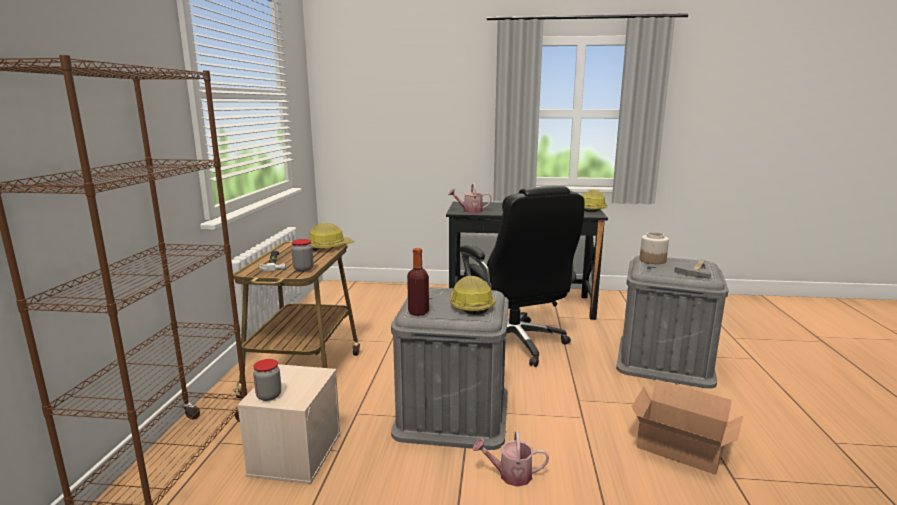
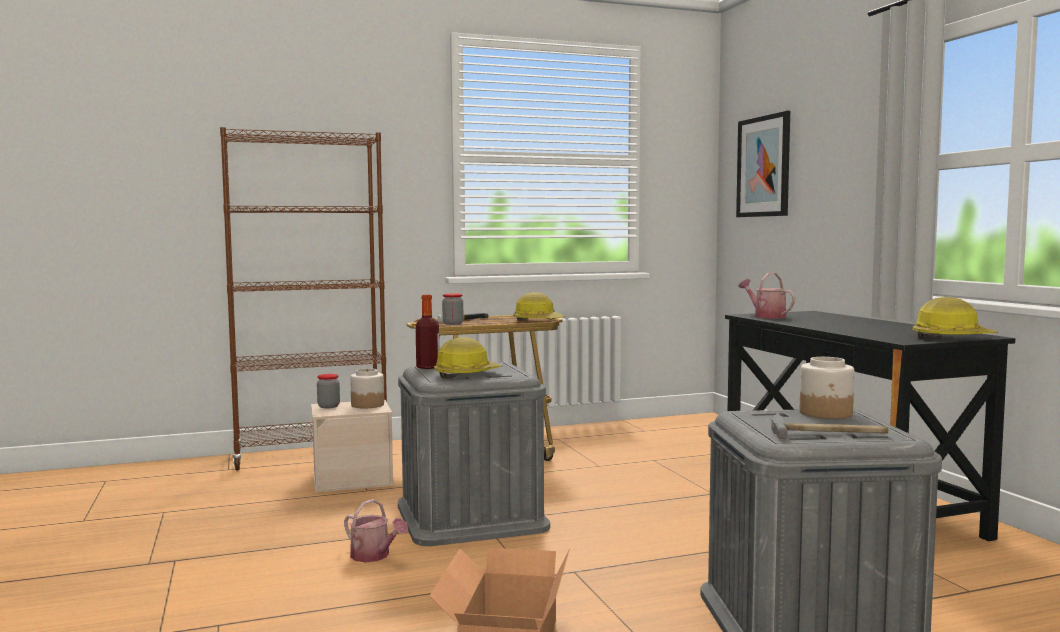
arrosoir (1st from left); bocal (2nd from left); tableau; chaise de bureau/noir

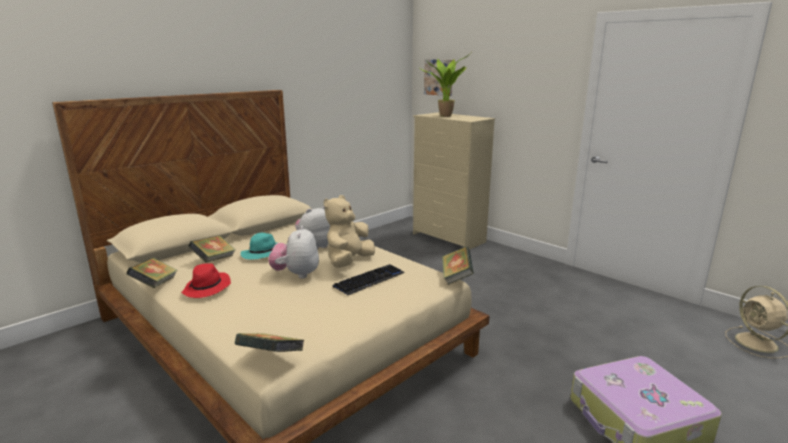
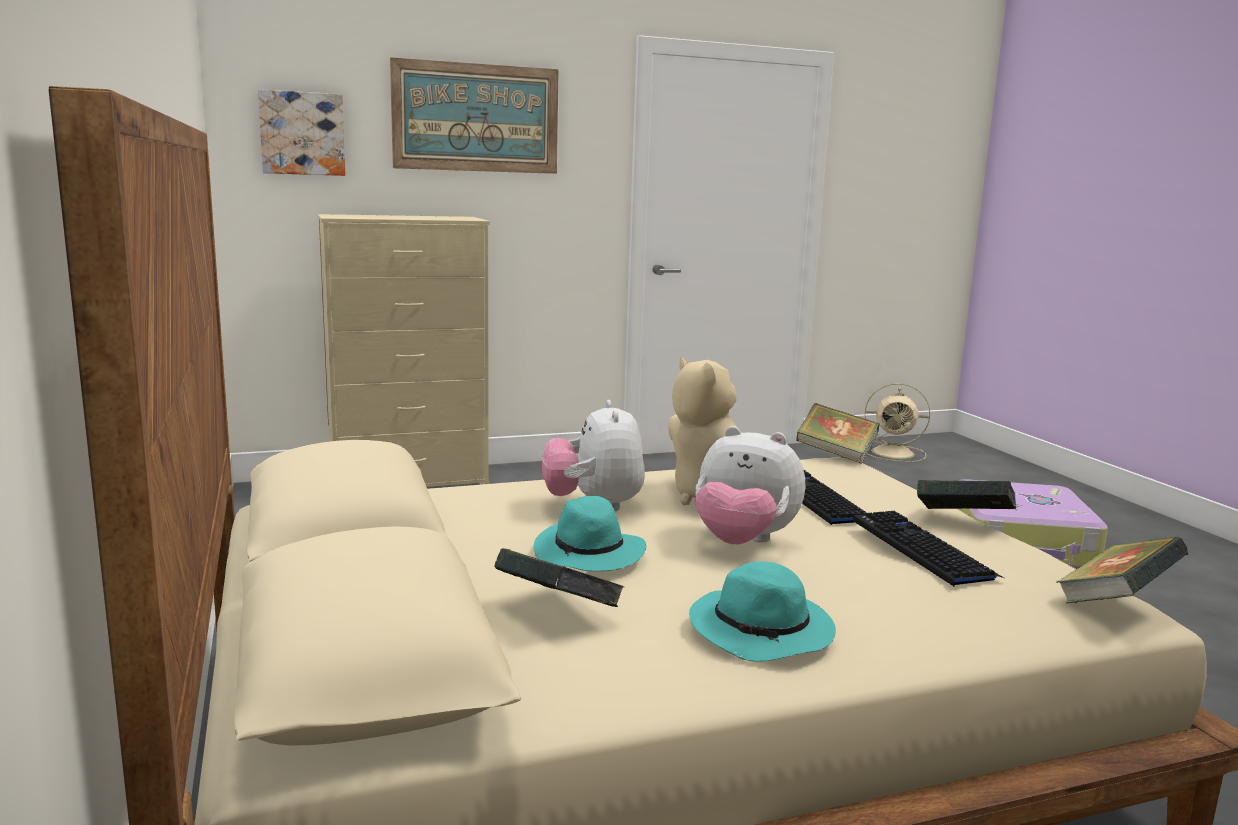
tableau (2nd from left); chapeau/turquoise (2nd from left); clavier (2nd from left); livre (3rd from left); plante en pot

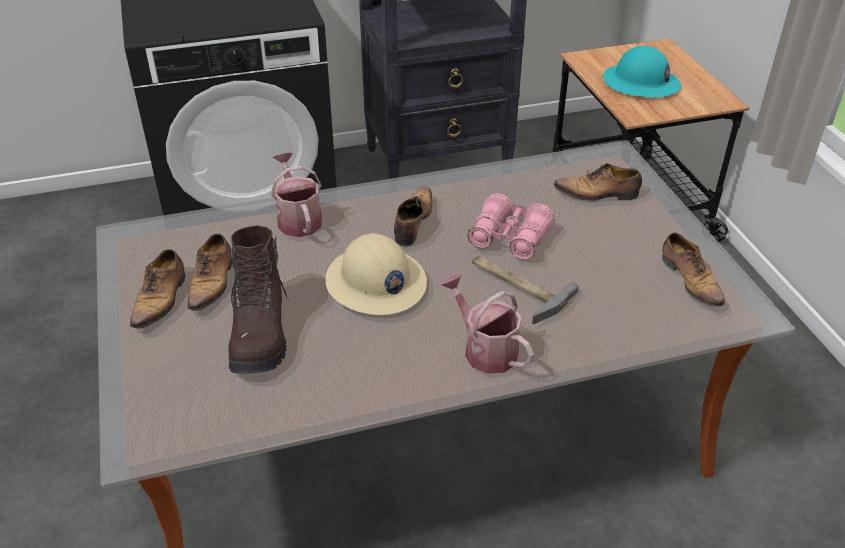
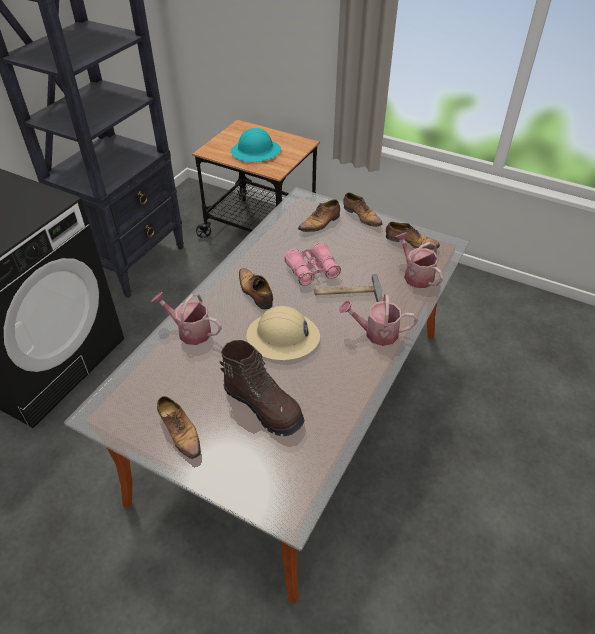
chaussure (4th from left); arrosoir (3rd from left)

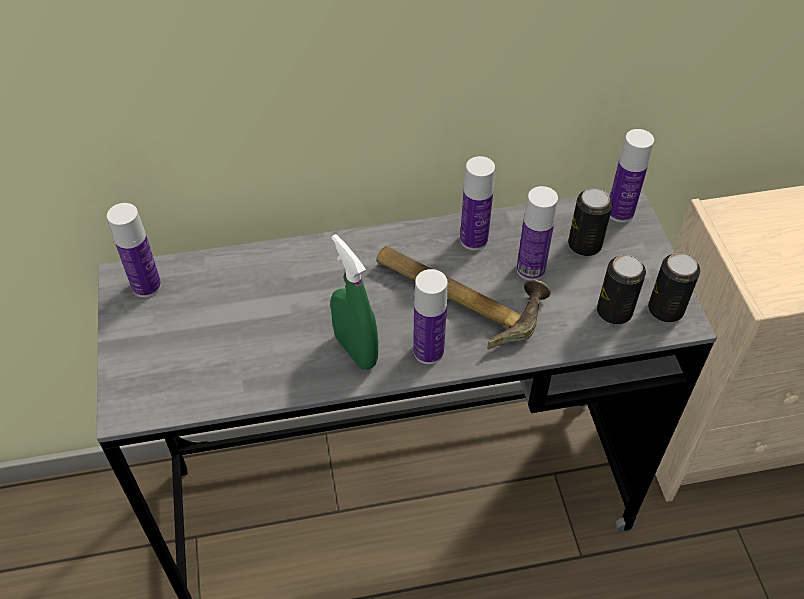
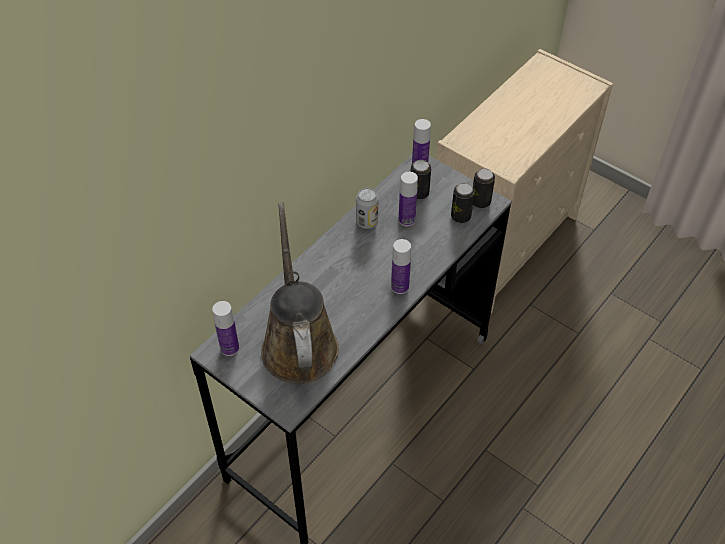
arrosoir/marron; boîte métallique (1st from left); vaporisateur/vert; marteau

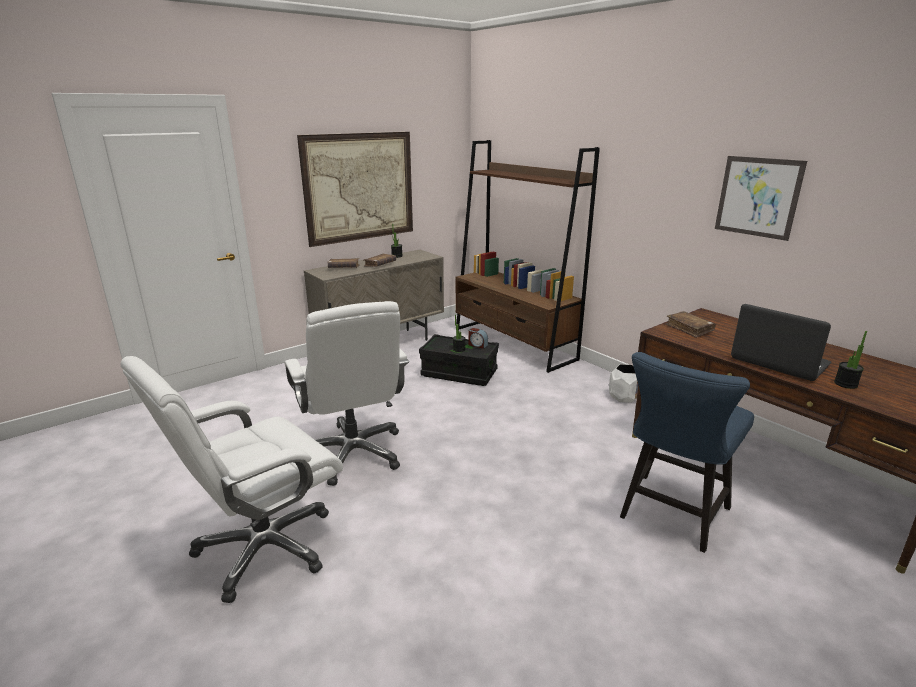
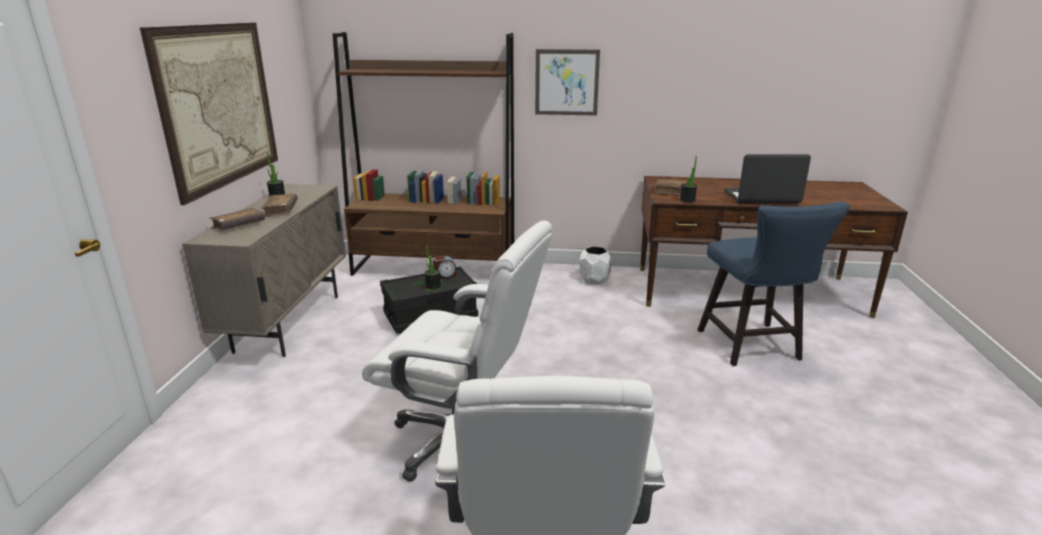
tableau (2nd from left); plante en pot (3rd from left)

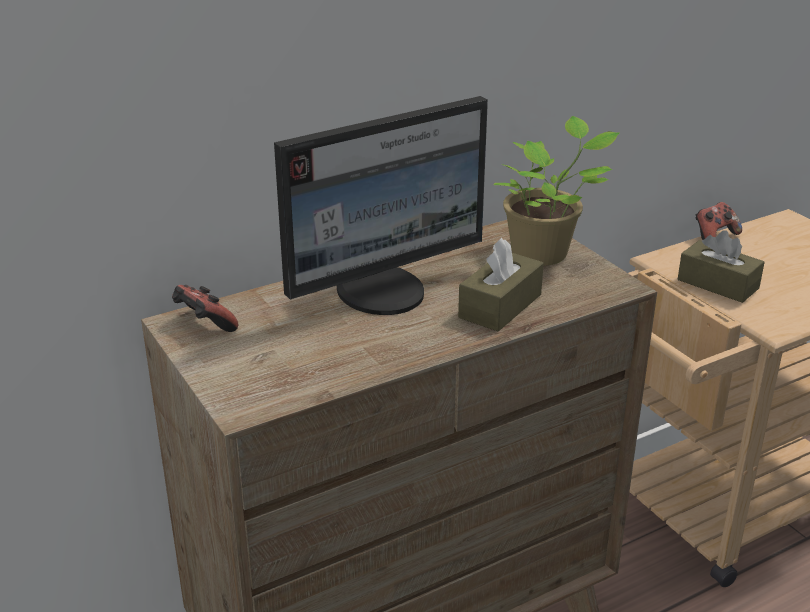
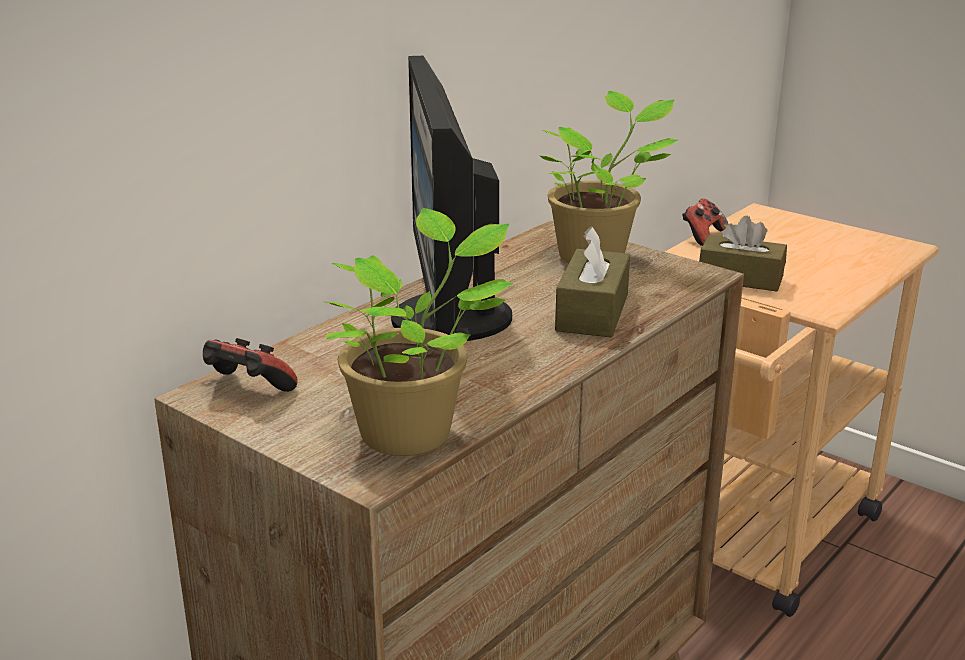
plante en pot (1st from left); écran d'ordinateur

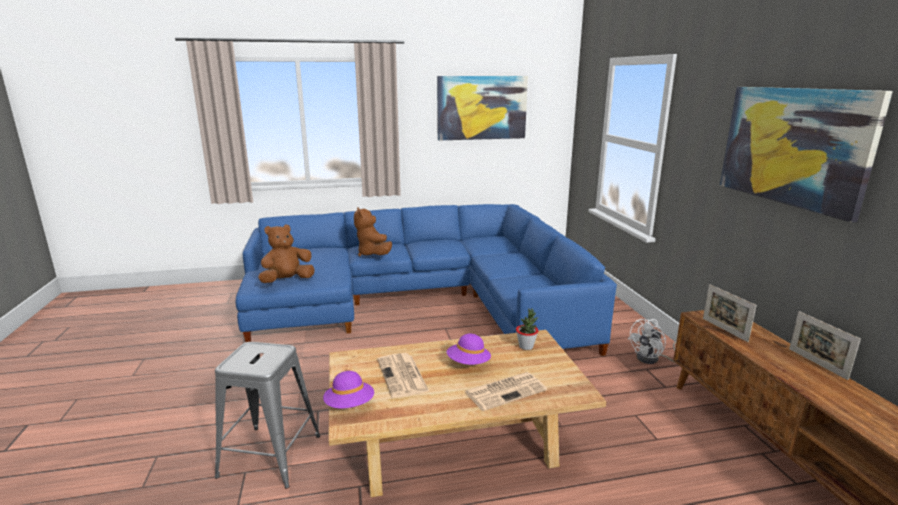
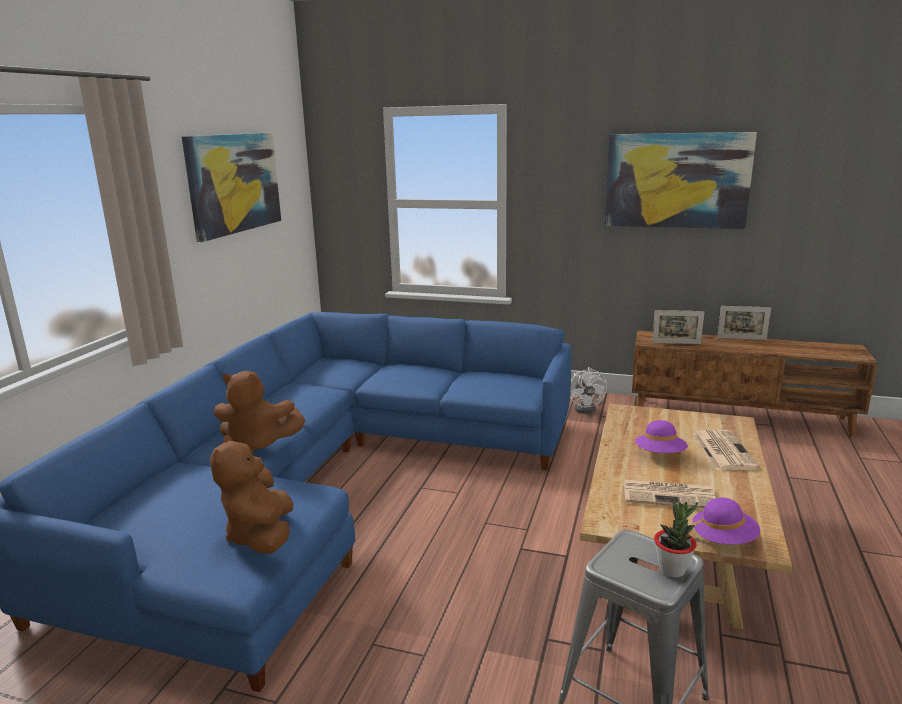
plante en pot

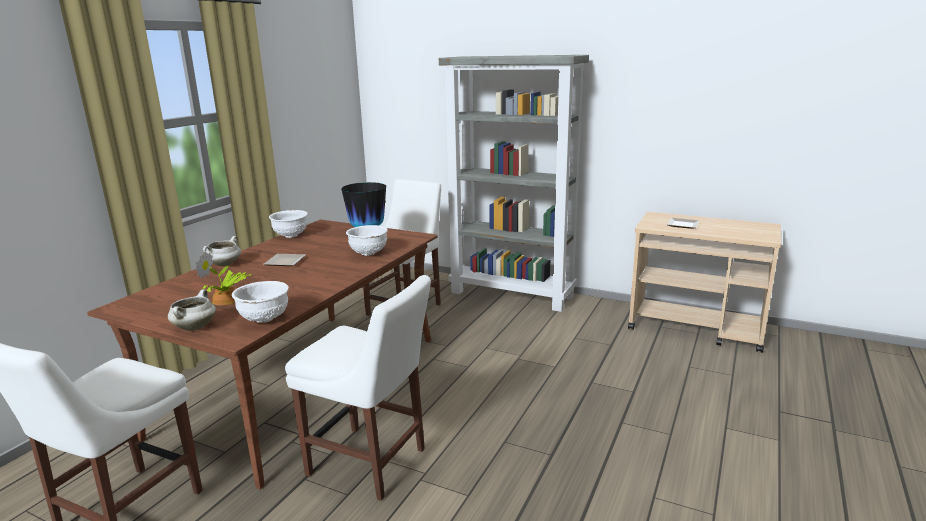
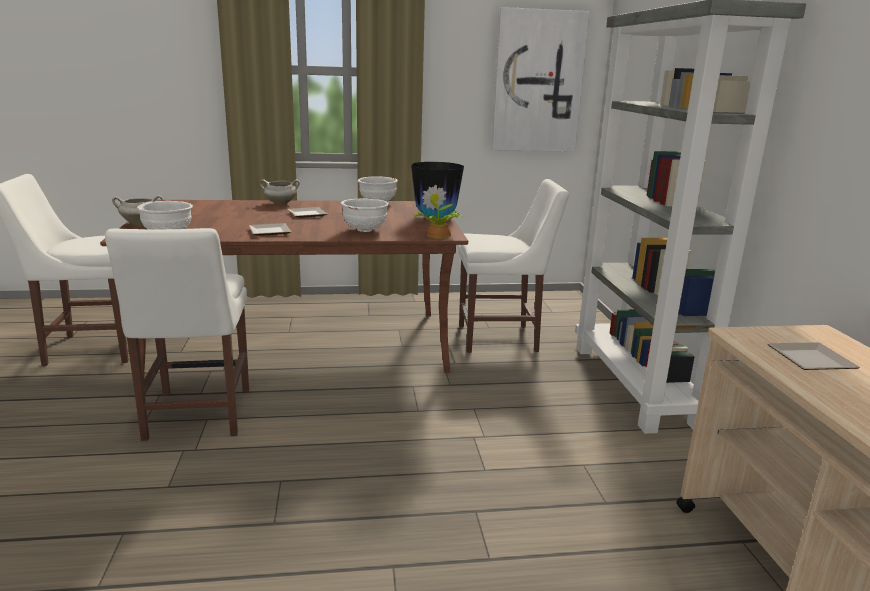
assiette (1st from left); plante en pot; tableau

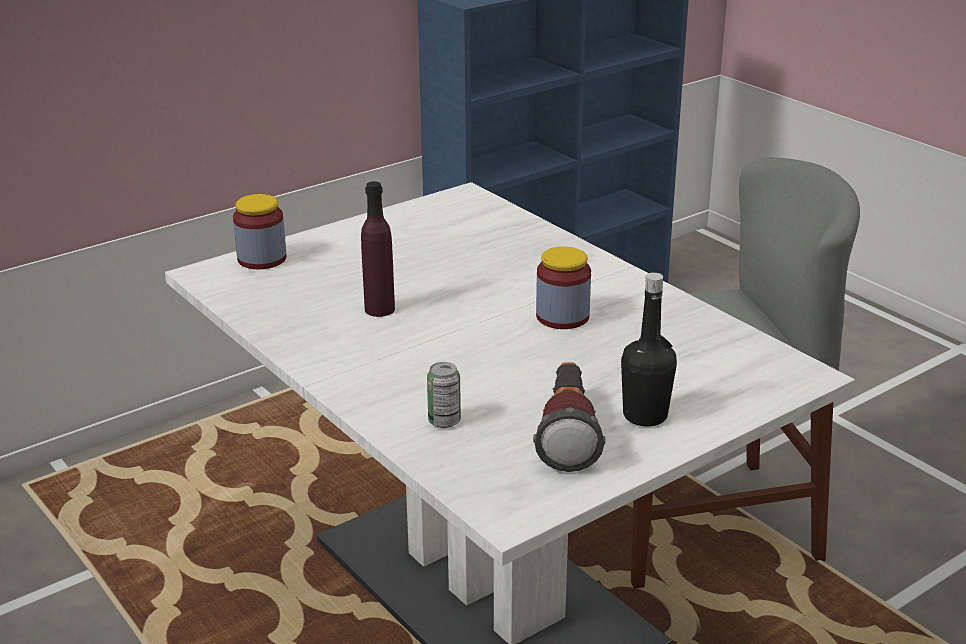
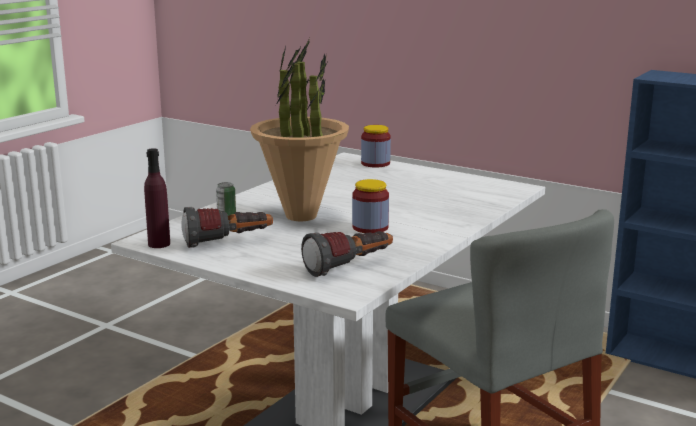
bouteille/violet; plante en pot; lampe de poche (2nd from left); bouteille/noir

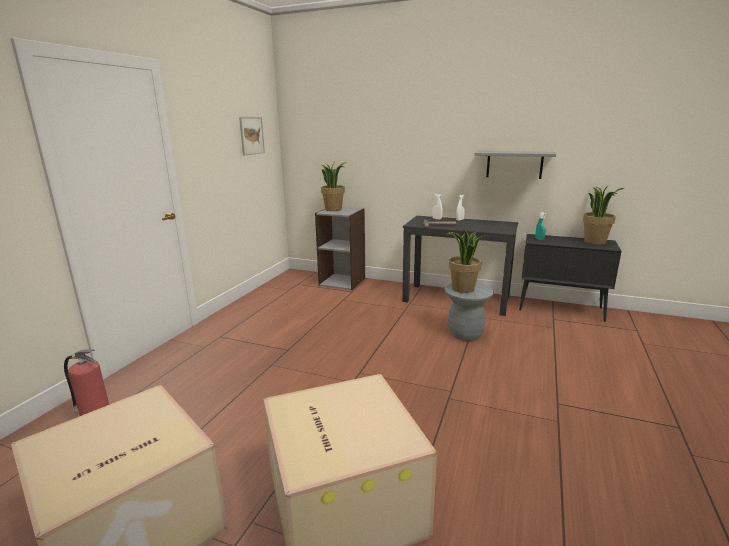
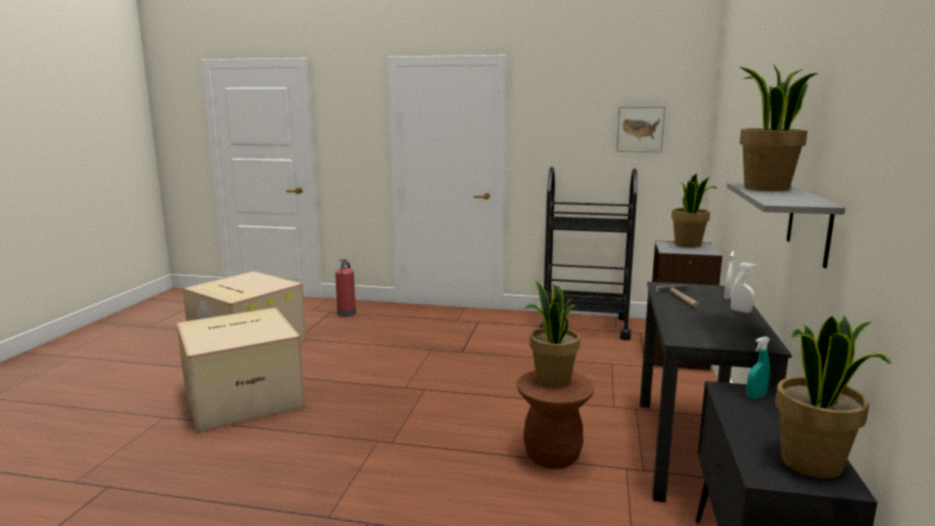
tabouret/marron; chariot/noir; plante en pot (3rd from left)

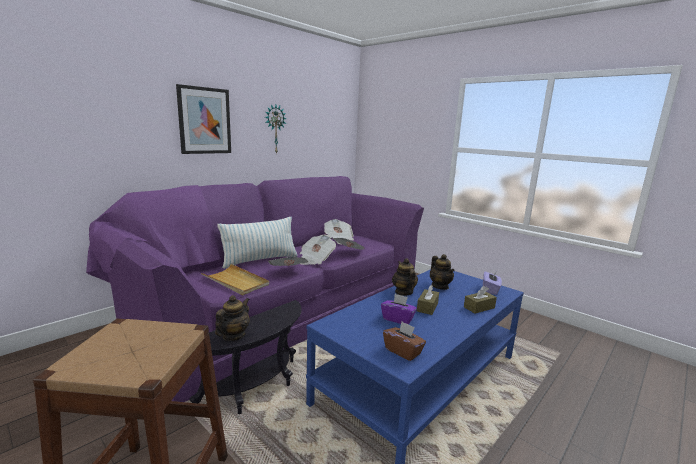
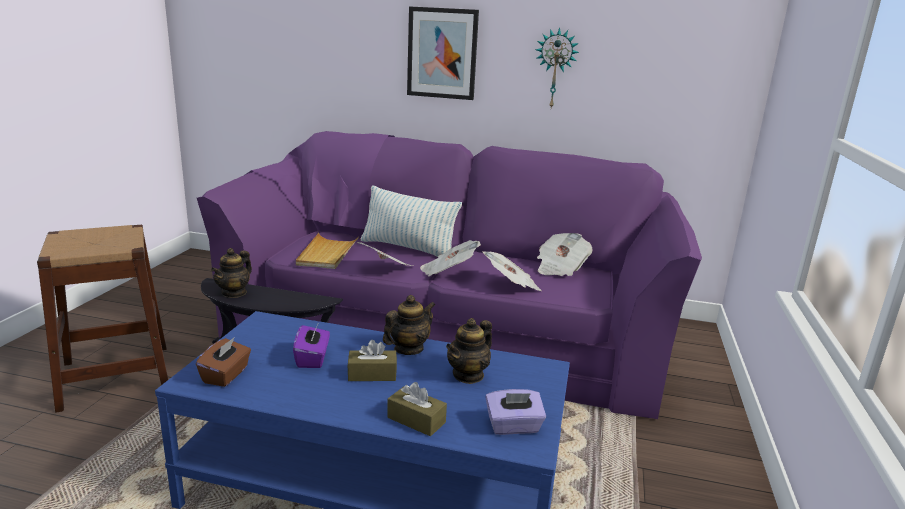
théière (1st from left)

